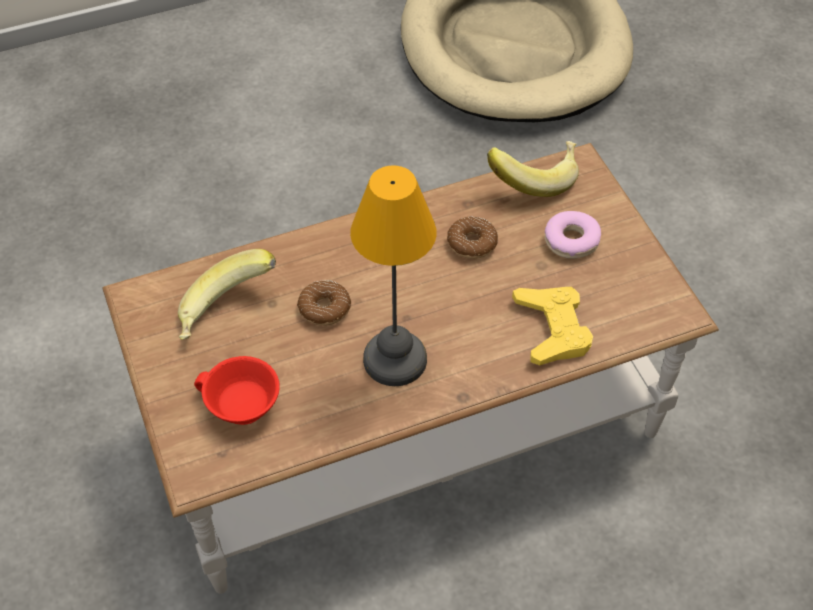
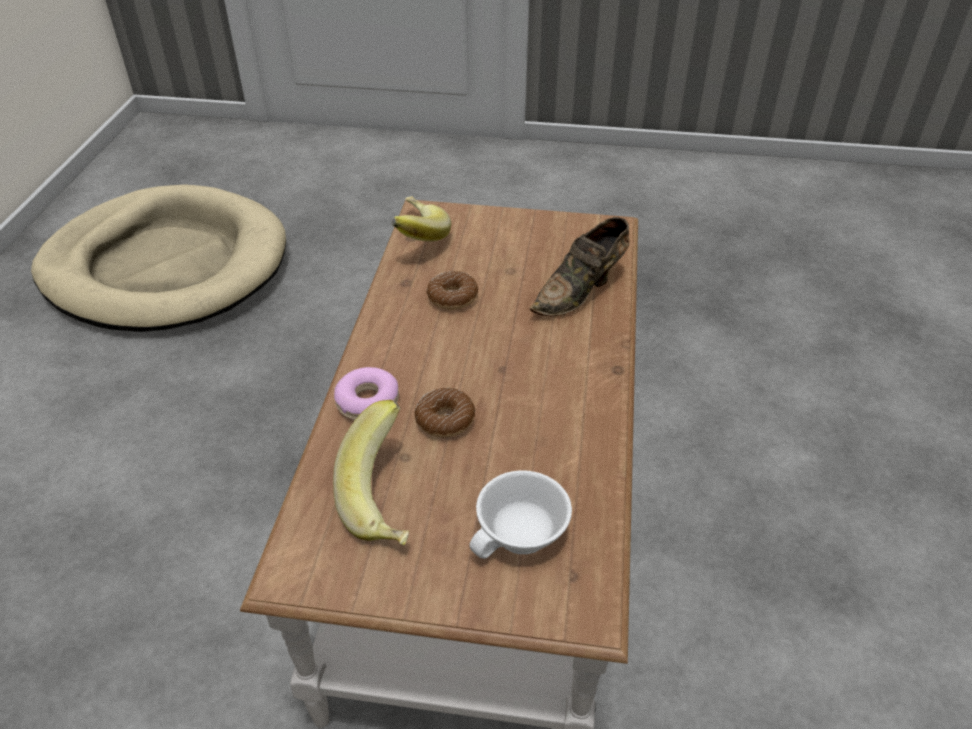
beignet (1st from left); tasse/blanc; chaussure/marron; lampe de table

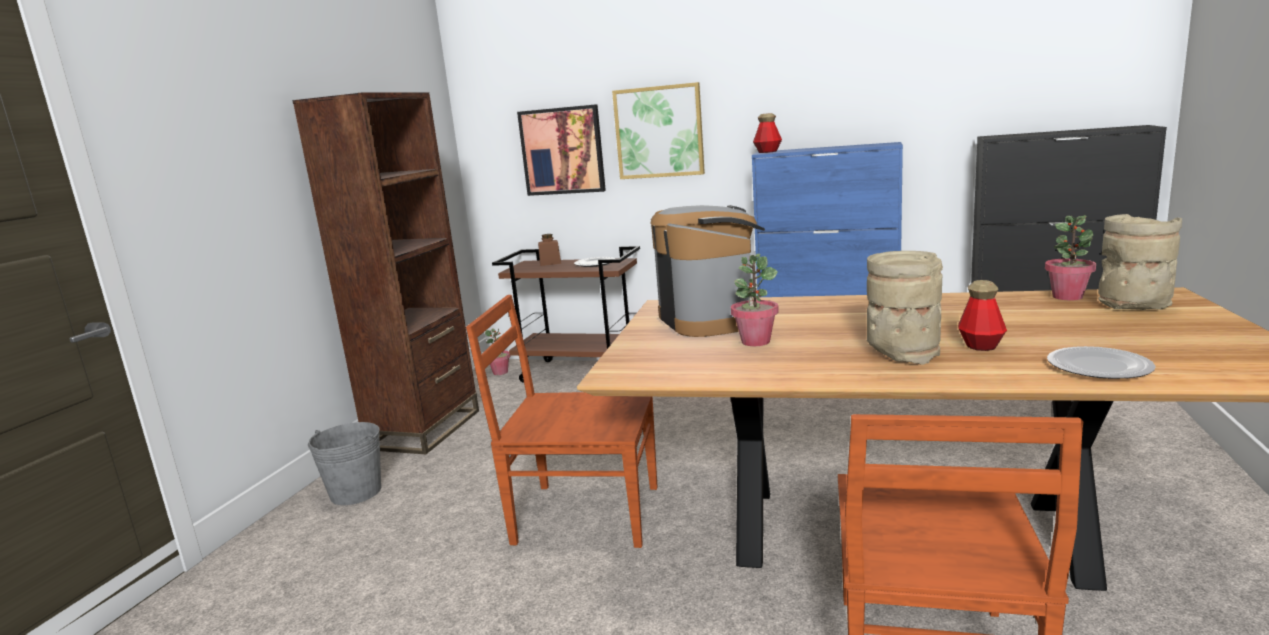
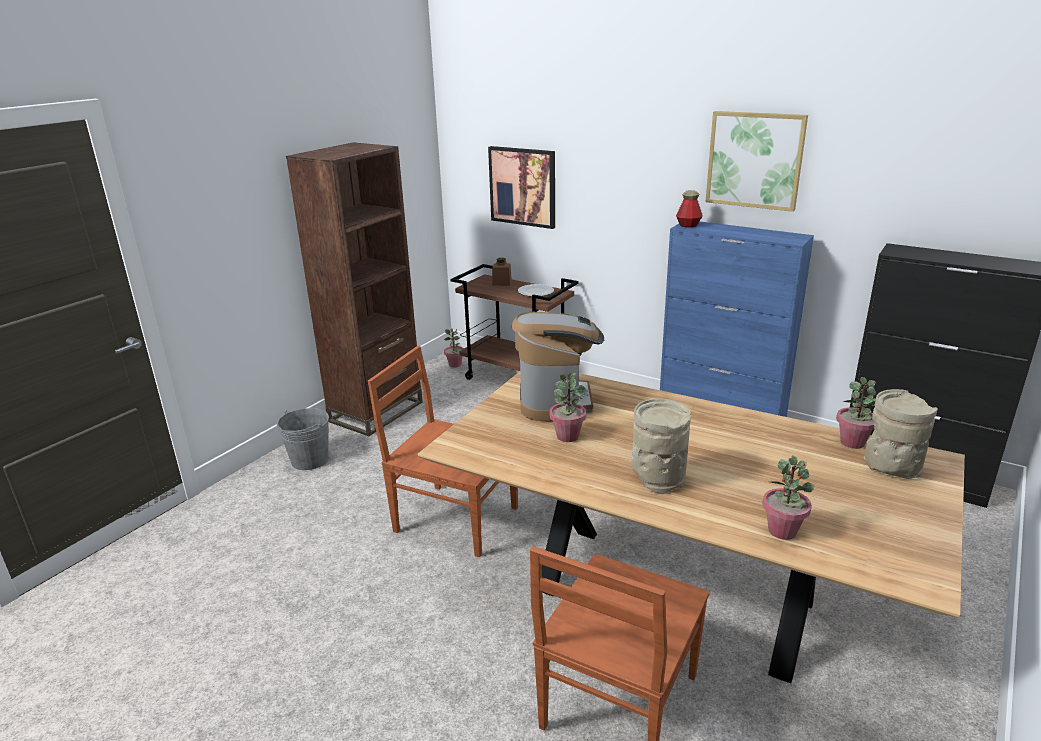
tableau (2nd from left); plante en pot (3rd from left); bouteille (2nd from left in the first image)

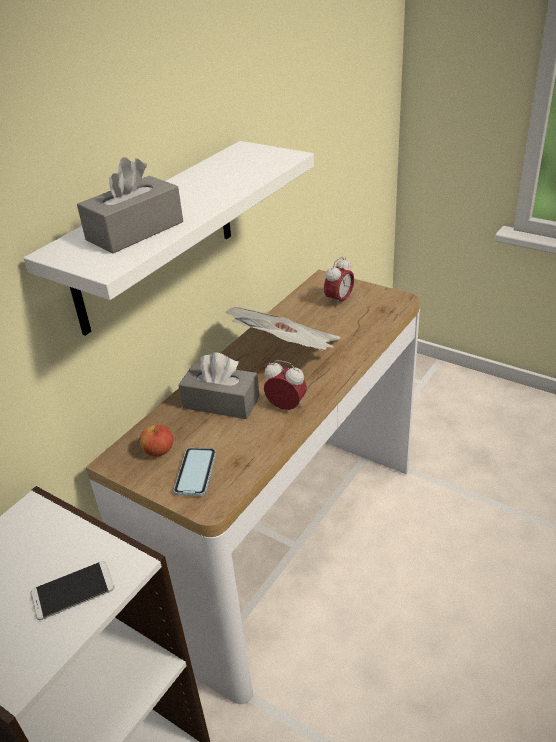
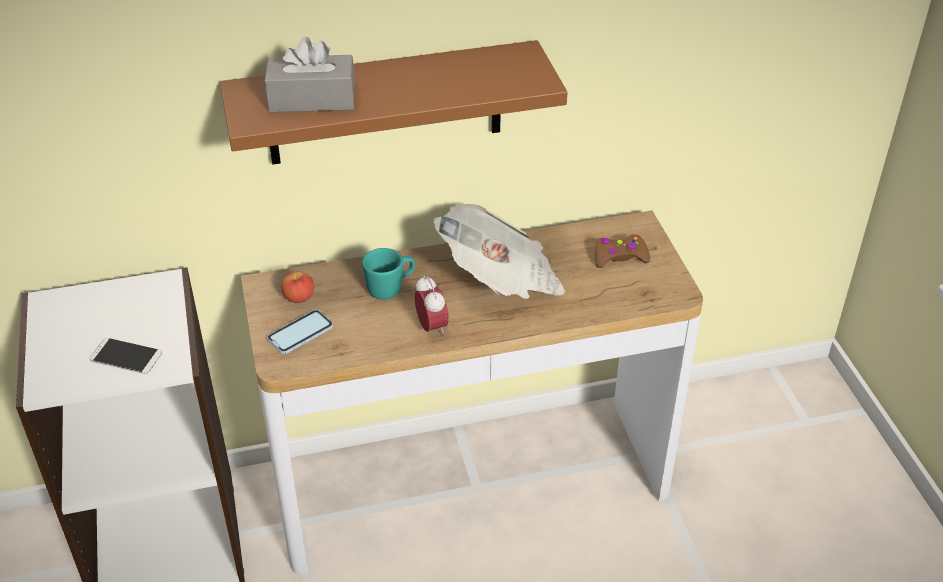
étagère/marron; mug/turquoise; manette/marron

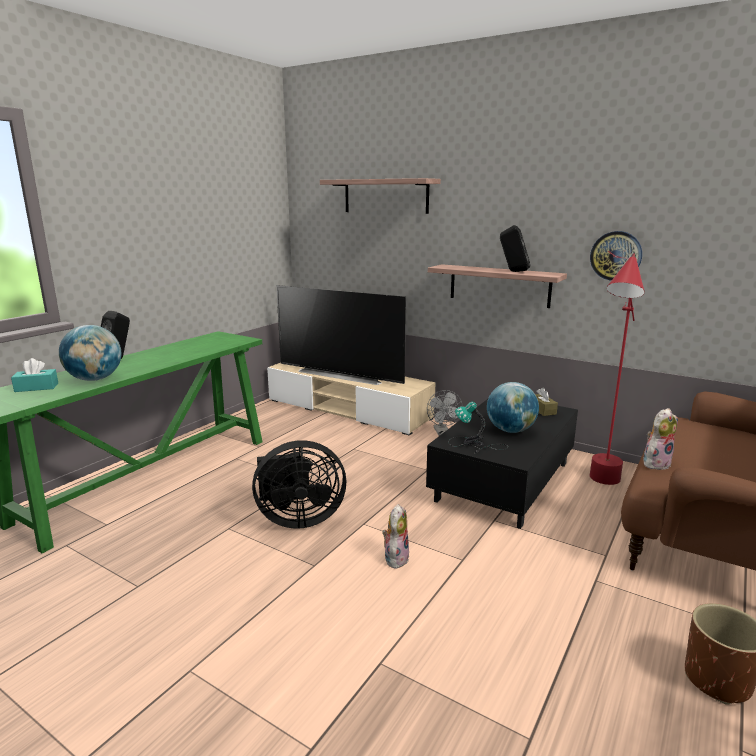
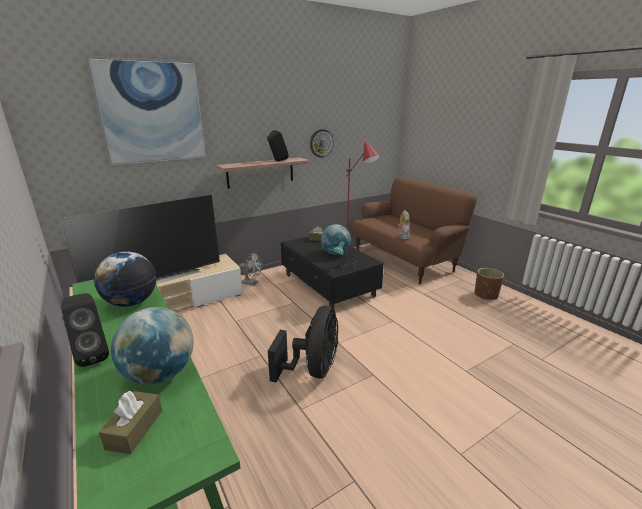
tableau; globe (1st from left); boîte à mouchoirs/marron (1st from left); peluche (1st from left in the first image)

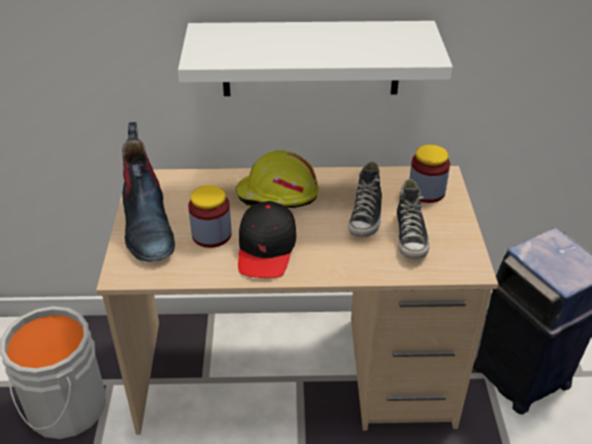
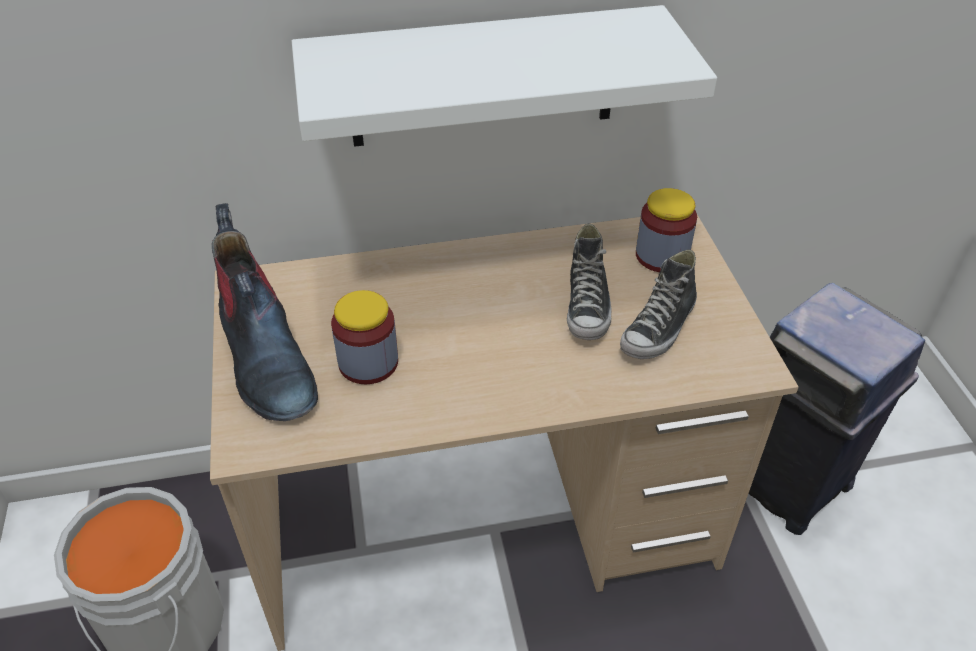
chaussure (2nd from left); casque de chantier/jaune; casquette/noir

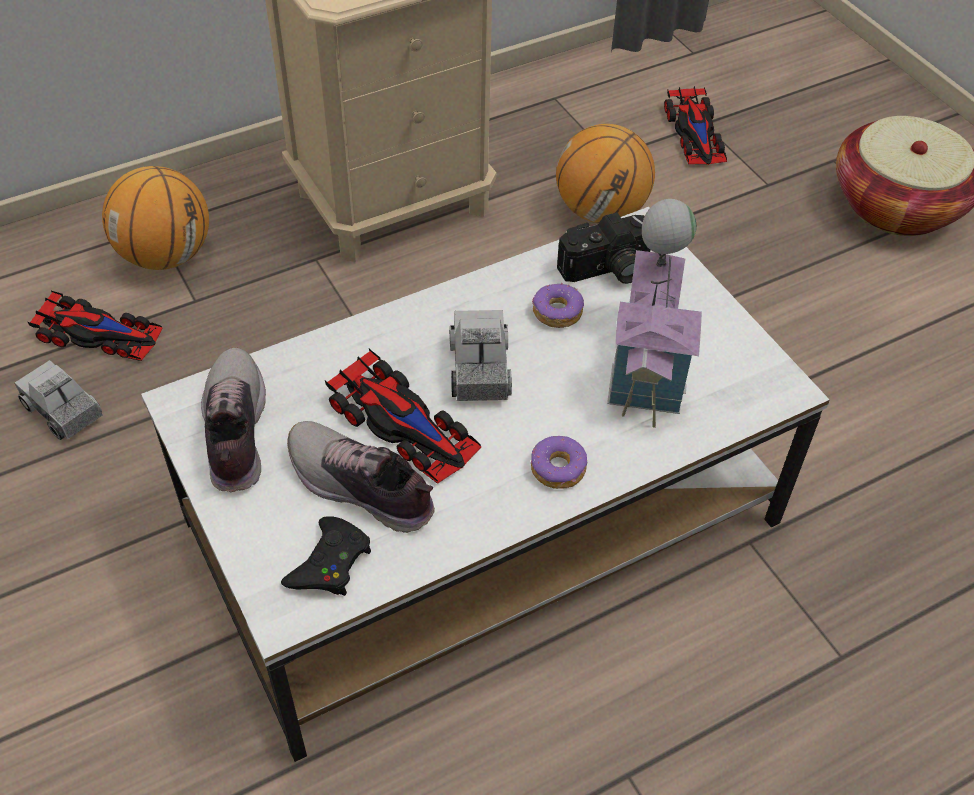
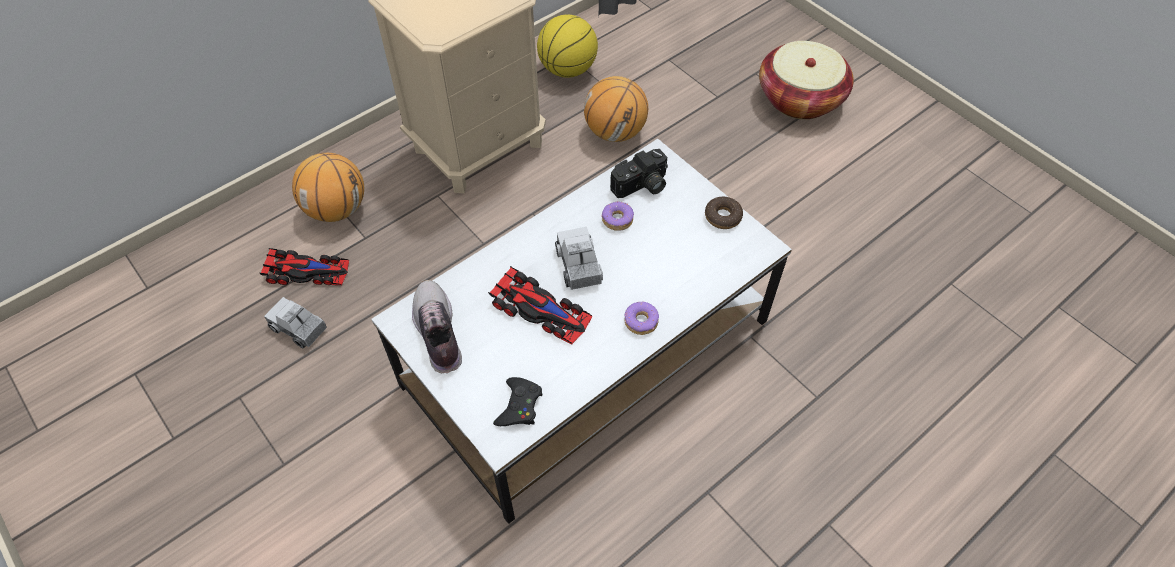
ballon de basket (2nd from left); beignet (3rd from left); chaussure (2nd from left in the first image); maison miniature; petite voiture (3rd from left in the first image)

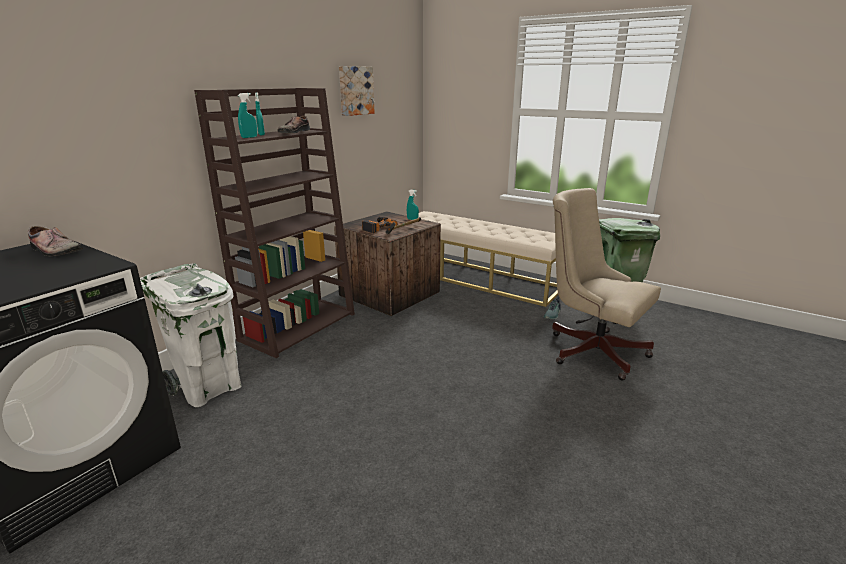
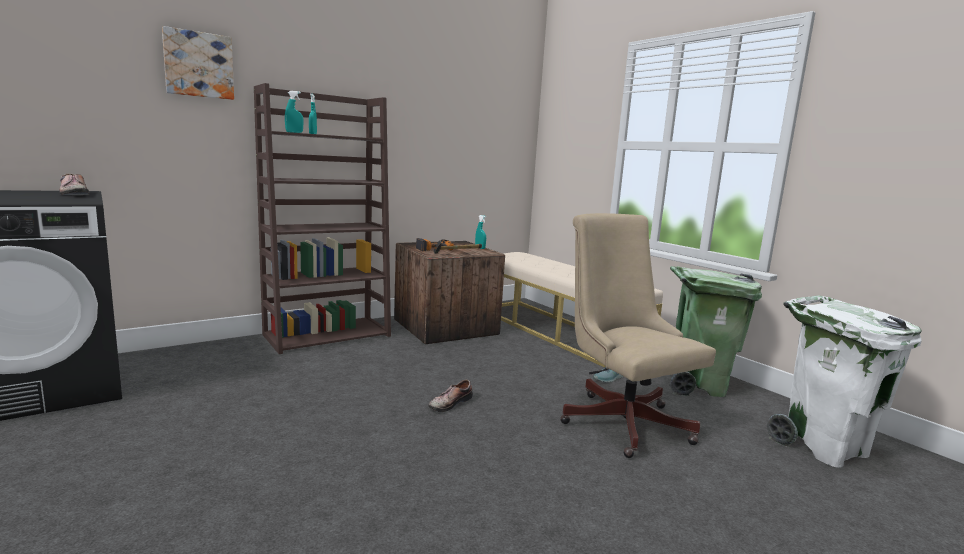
tableau; chaussure (2nd from left); poubelle/blanc

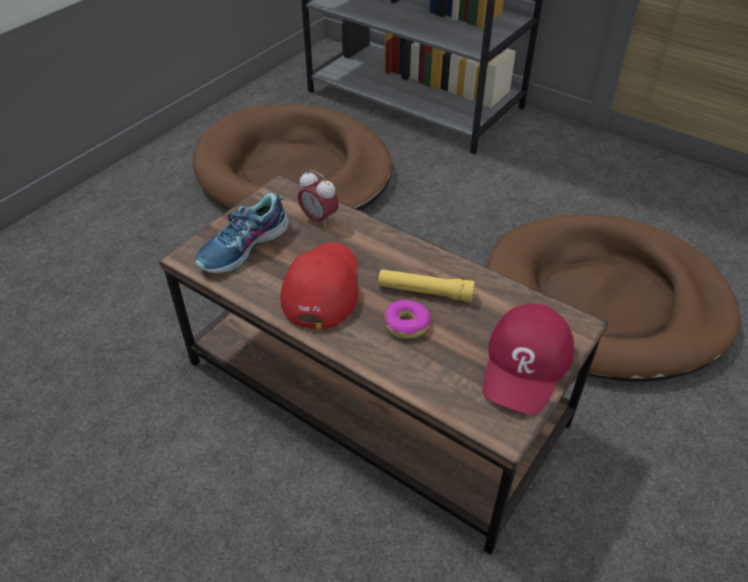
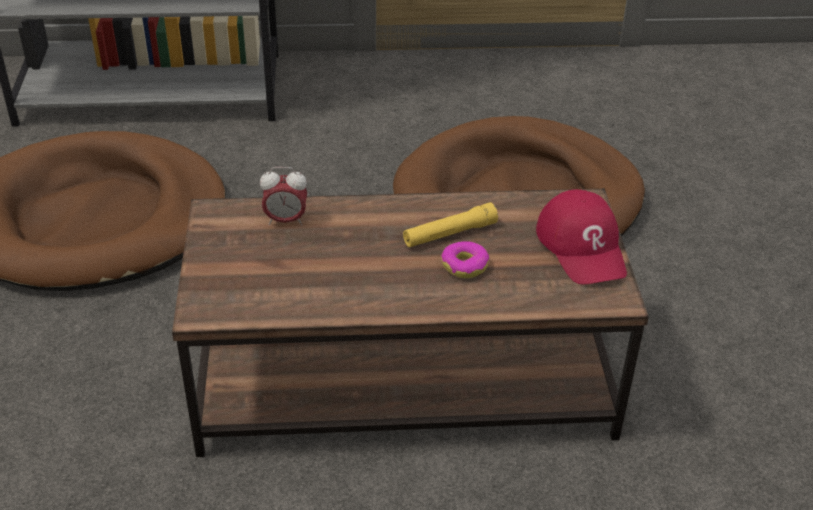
chaussure; casquette/rouge (1st from left in the first image)

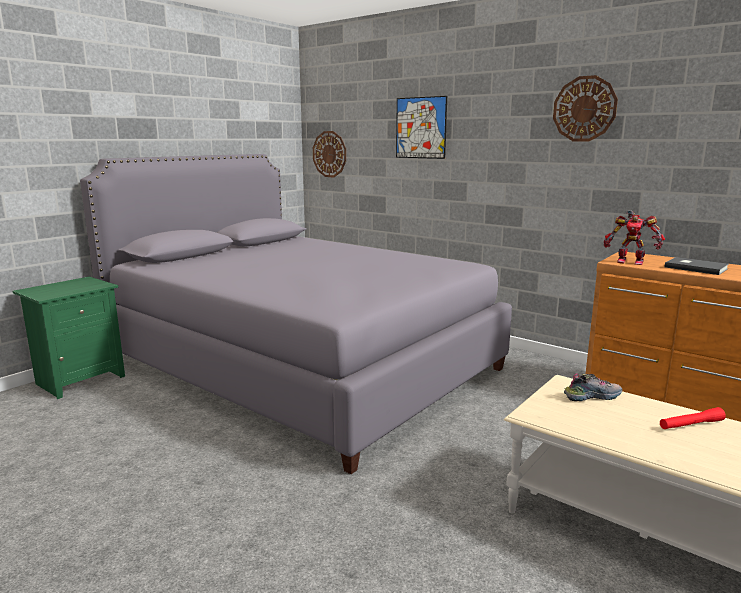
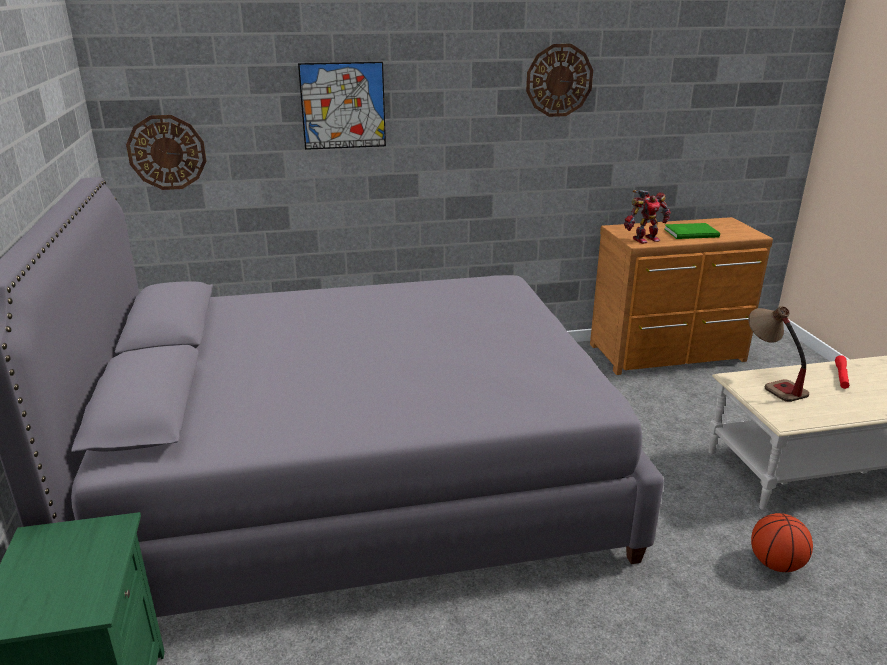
livre/vert; lampe de table; ballon de basket

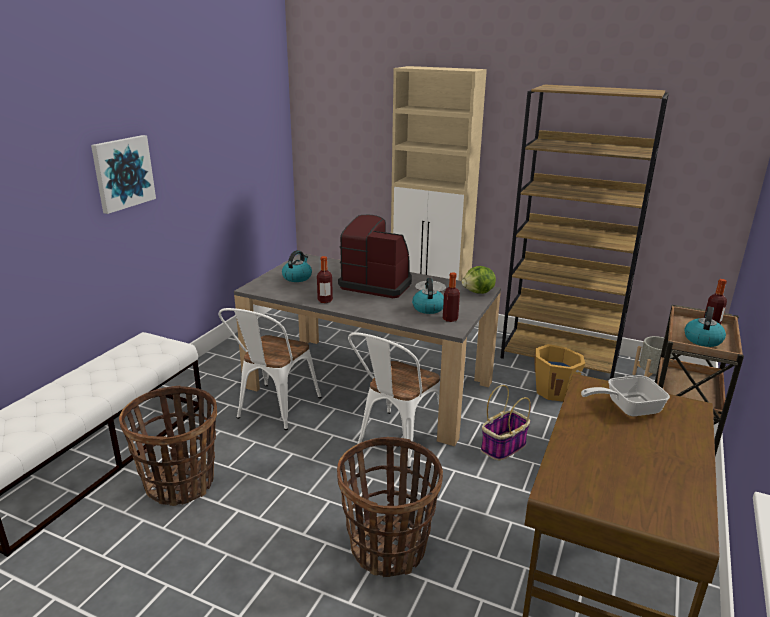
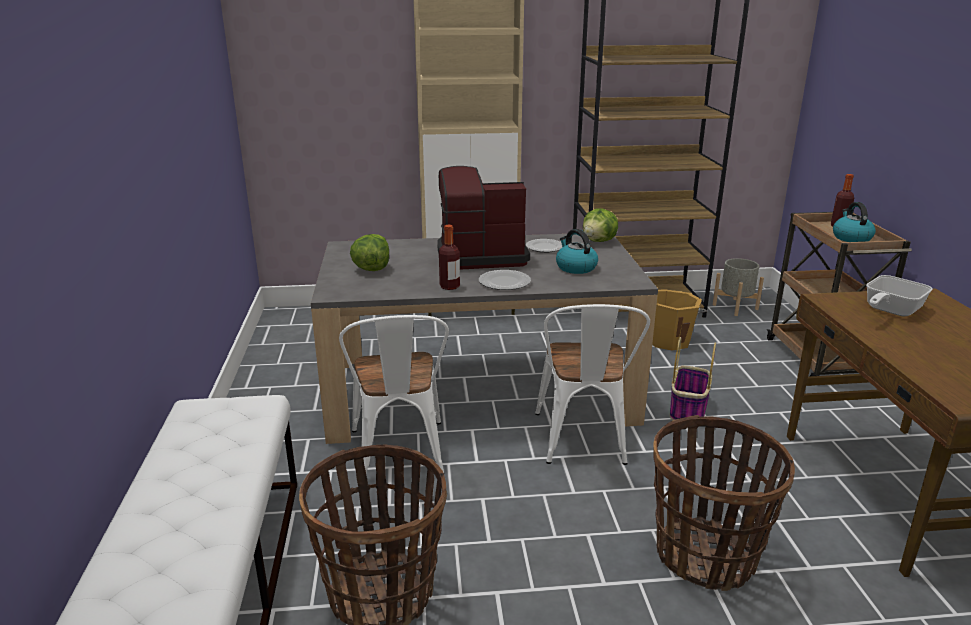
laitue (1st from left); assiette (1st from left); tableau; bouteille (2nd from left in the first image)

